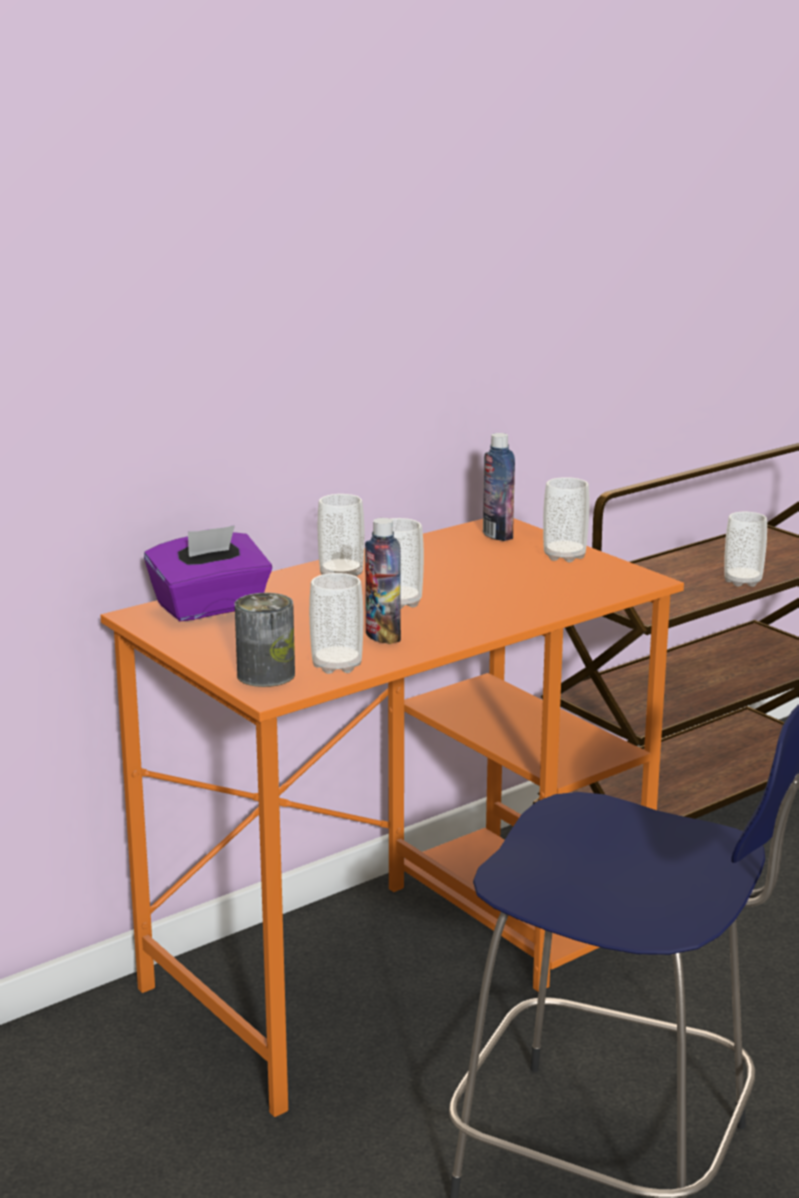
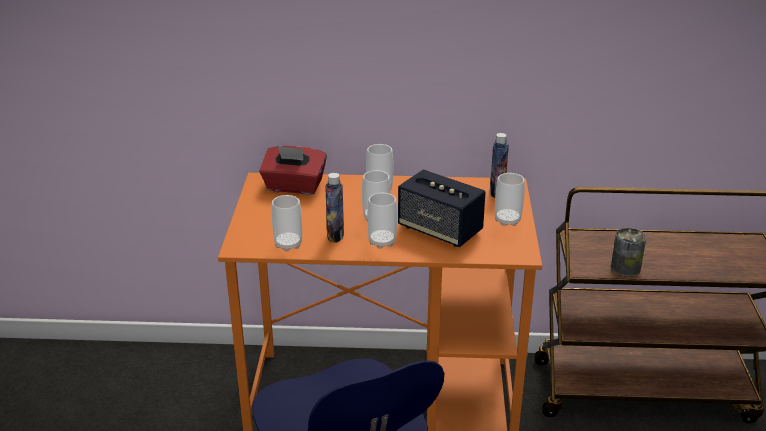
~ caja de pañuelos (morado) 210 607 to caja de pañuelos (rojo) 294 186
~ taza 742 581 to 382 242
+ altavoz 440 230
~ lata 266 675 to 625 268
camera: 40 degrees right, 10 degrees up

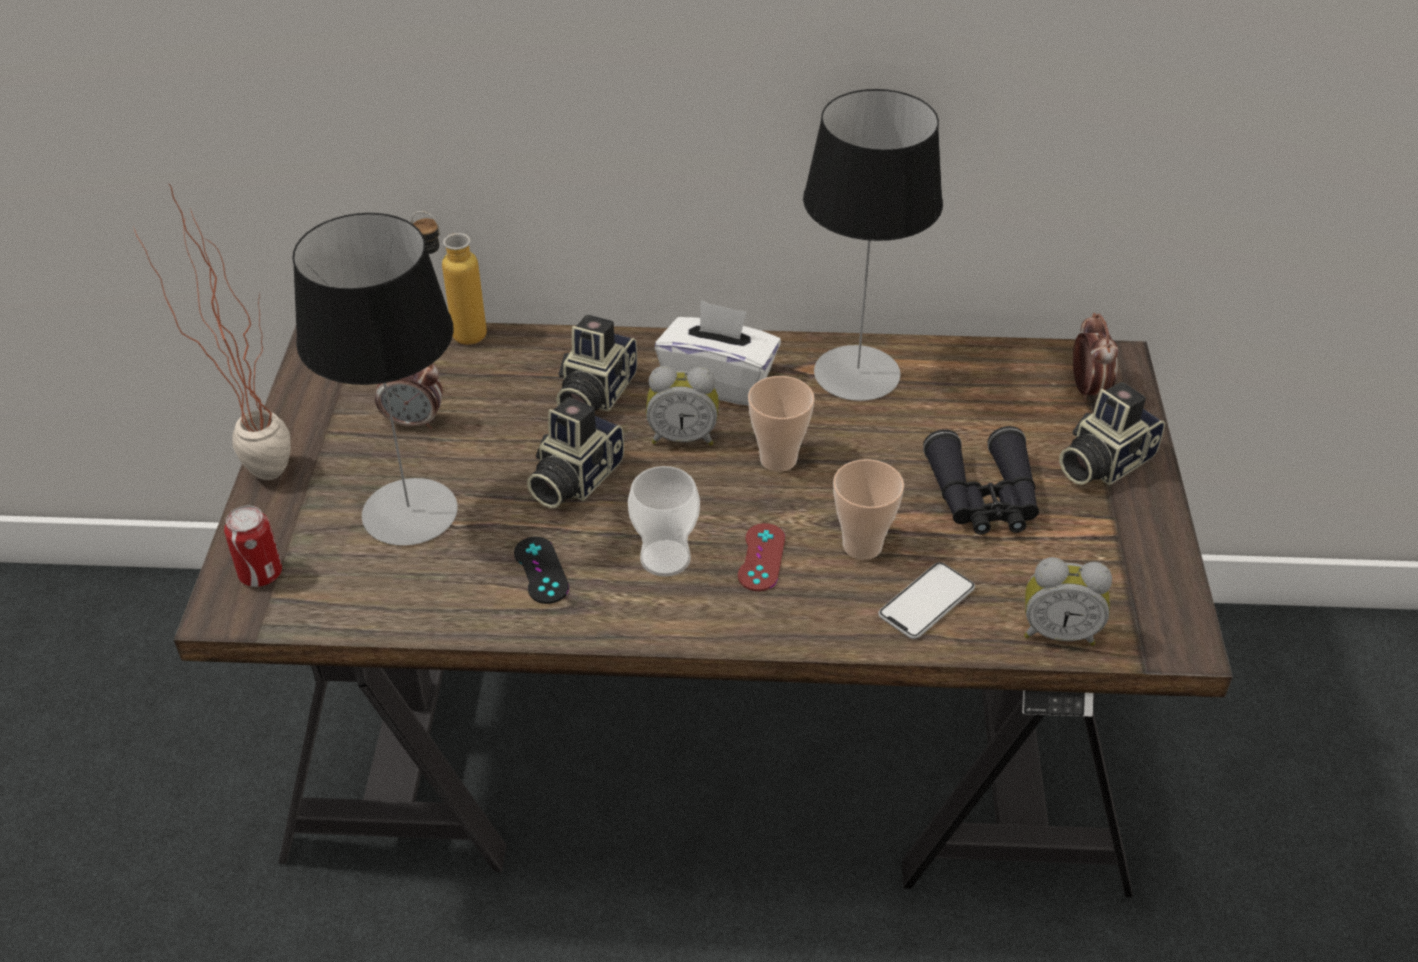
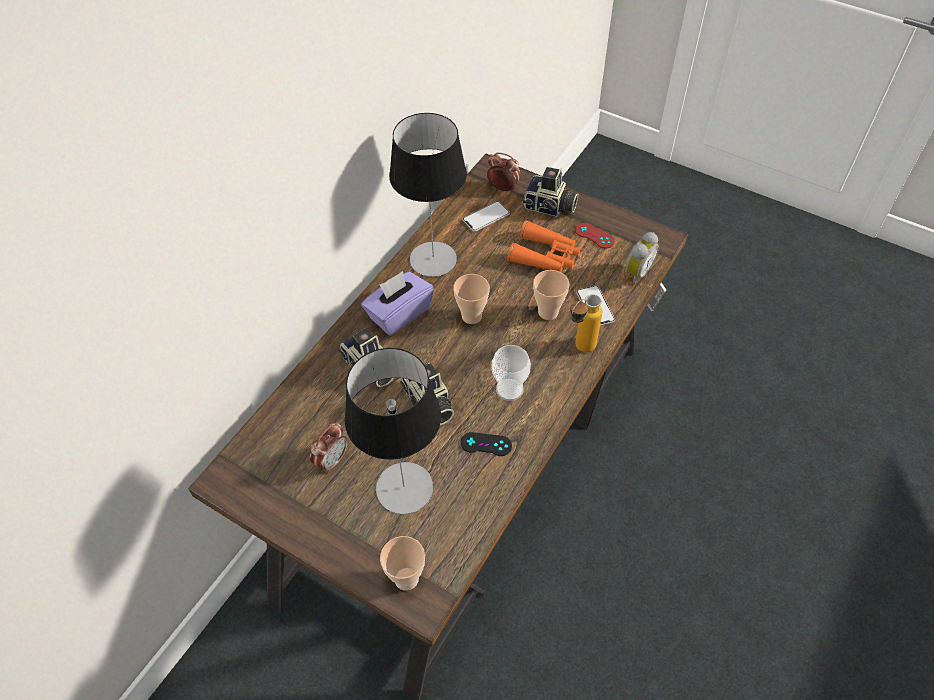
~ caja de pañuelos (blanco) 718 381 to caja de pañuelos (morado) 399 314
~ lata 260 574 to taza 406 578
+ móvil 486 217
~ prismáticos (negro) 983 498 to prismáticos (naranja) 545 256
~ cámara 1102 462 = 550 207 60 degrees counterclockwise
~ botella 456 332 to 579 349
~ mando de consola (rojo) 761 557 to 594 236
- planta en maceta 256 467
- despertador 683 436
camera: 60 degrees left, 10 degrees up

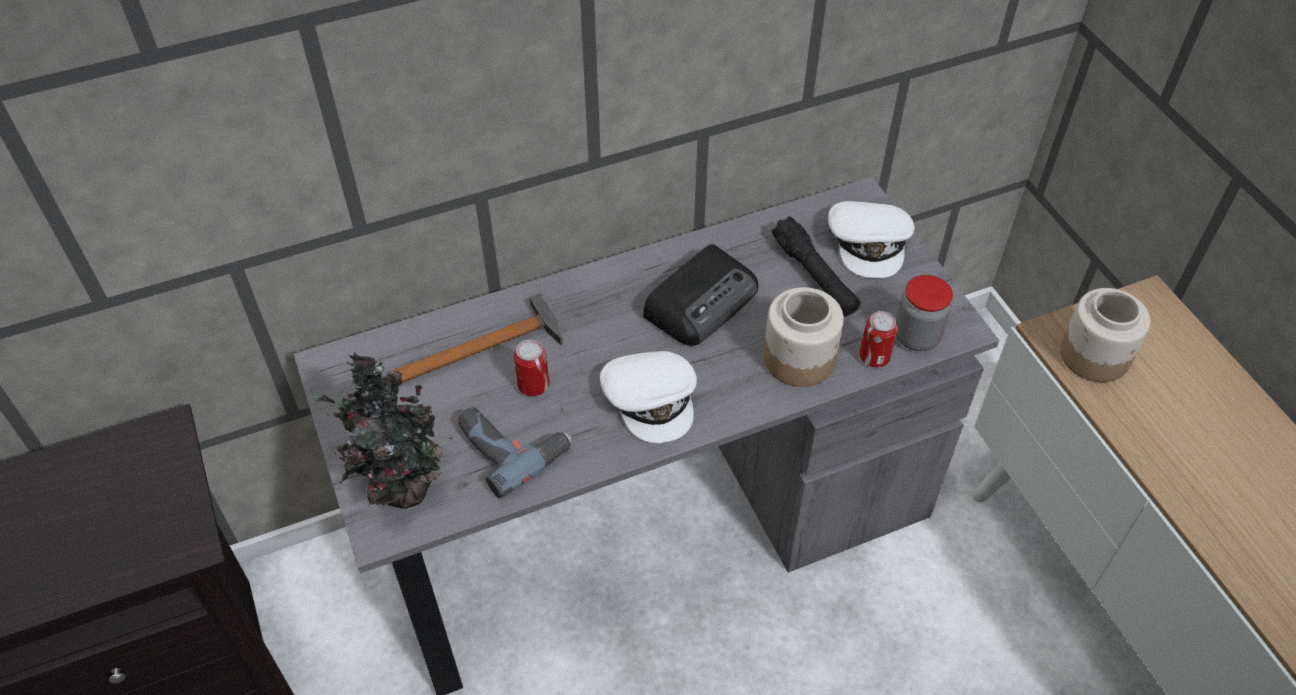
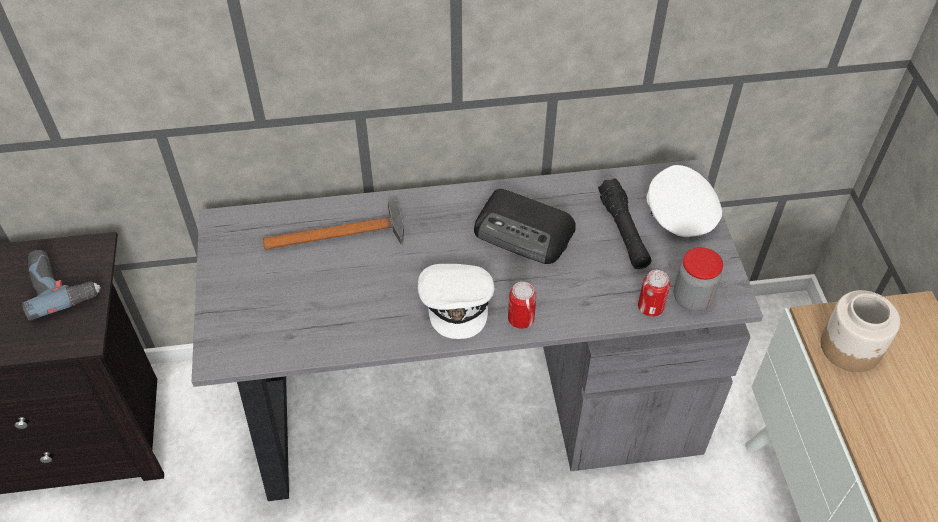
~ taladro 511 445 to 61 284
~ radio 702 301 = 525 233 60 degrees clockwise
~ lata 533 385 to 521 319
~ gorra (blanco) 869 242 = 678 213 150 degrees clockwise
- planta en maceta 400 489
- tarro 800 358
camera: 15 degrees right, 0 degrees up

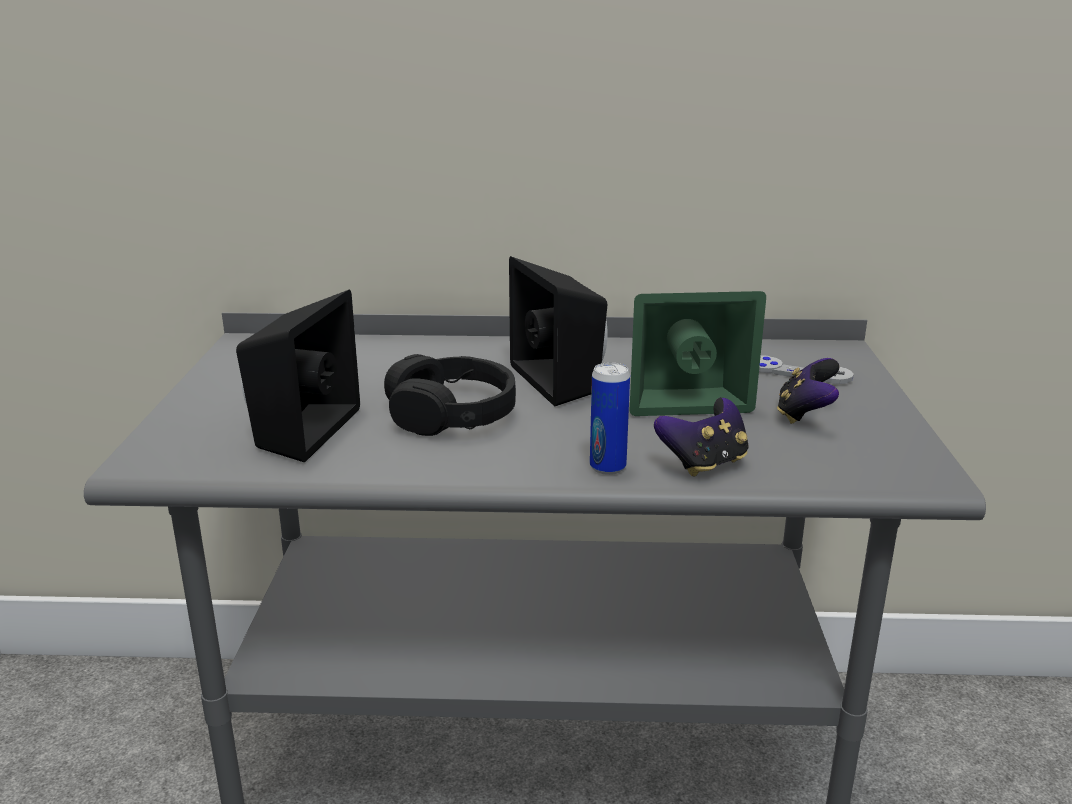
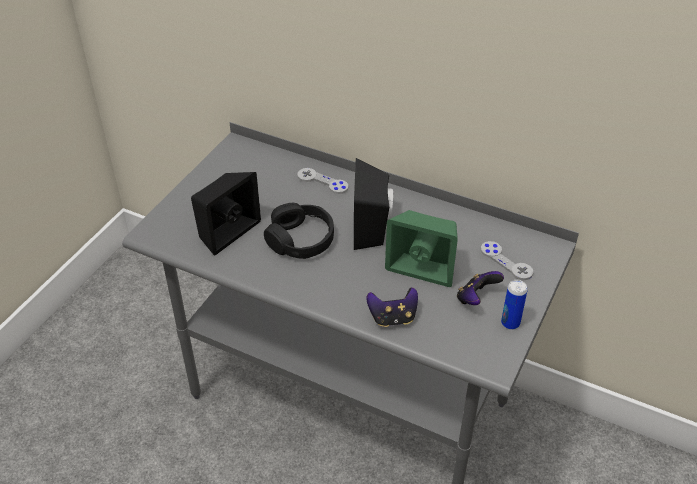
+ mando de consola (gris) 322 182
~ lata 607 467 to 510 323
camera: 25 degrees right, 20 degrees up

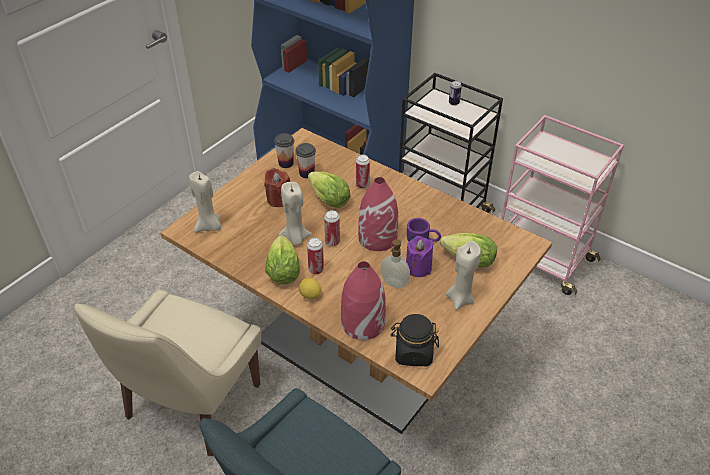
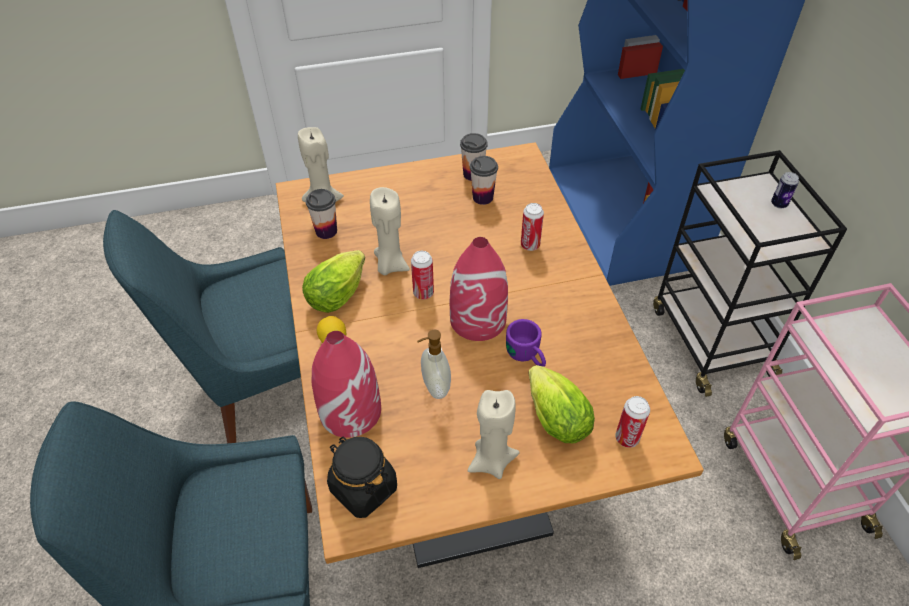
~ silla (beis) 190 405 to silla (azul) 260 385
+ taza 326 231
~ lata 316 269 to 627 438
- vela (rojo) 278 199
- lechuga 327 199
- vela (morado) 418 268
camera: 40 degrees right, 5 degrees up

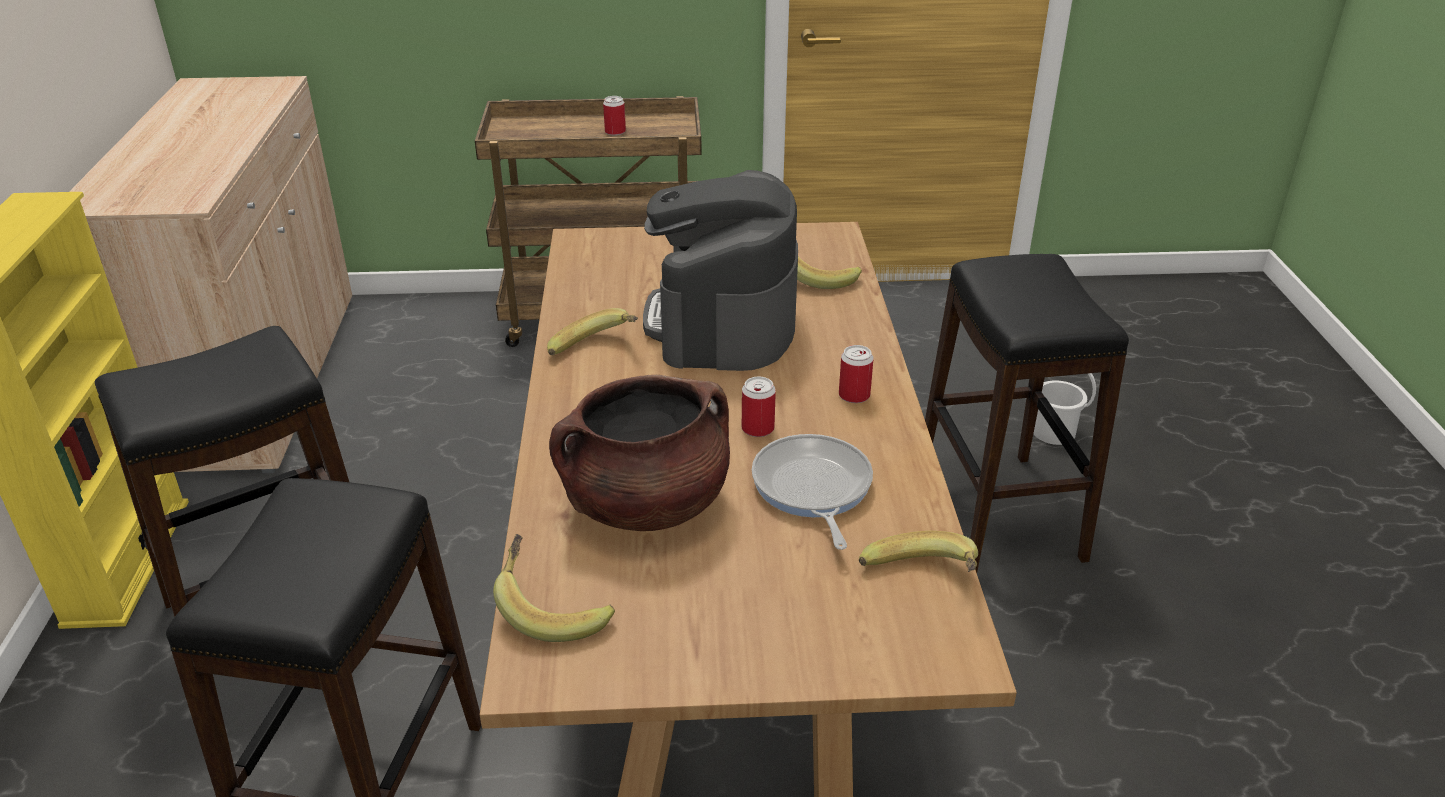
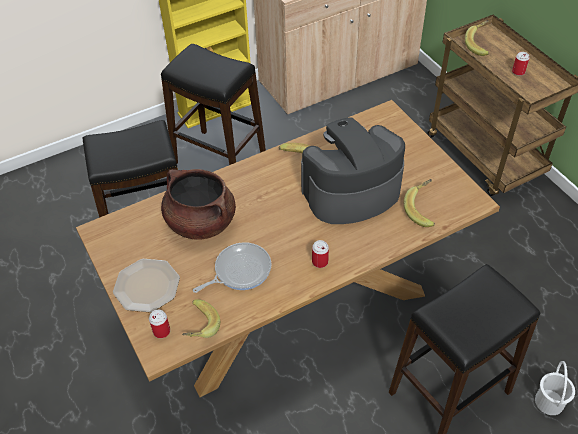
+ plato 147 285
~ lata 757 428 to 161 331
~ plátano 553 608 to 480 45
camera: 65 degrees right, 15 degrees up

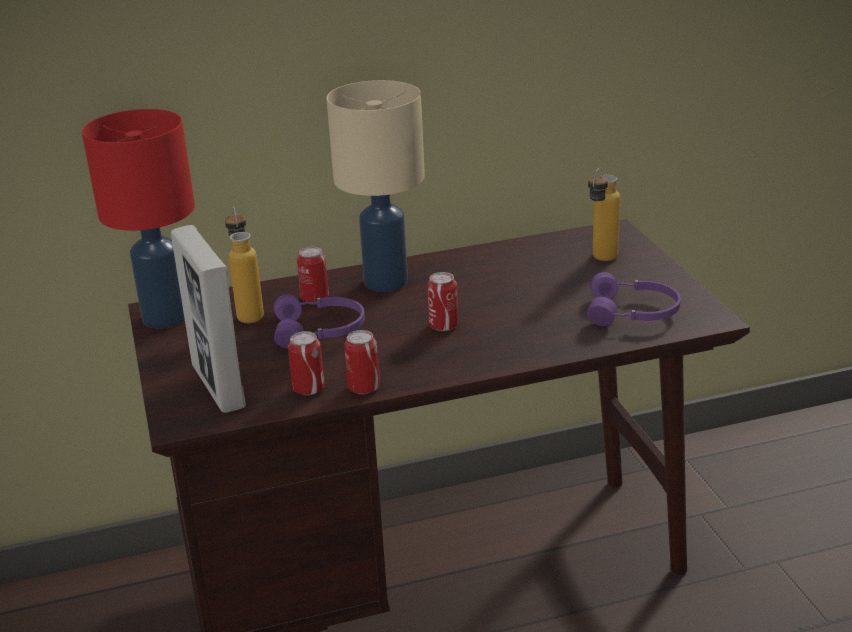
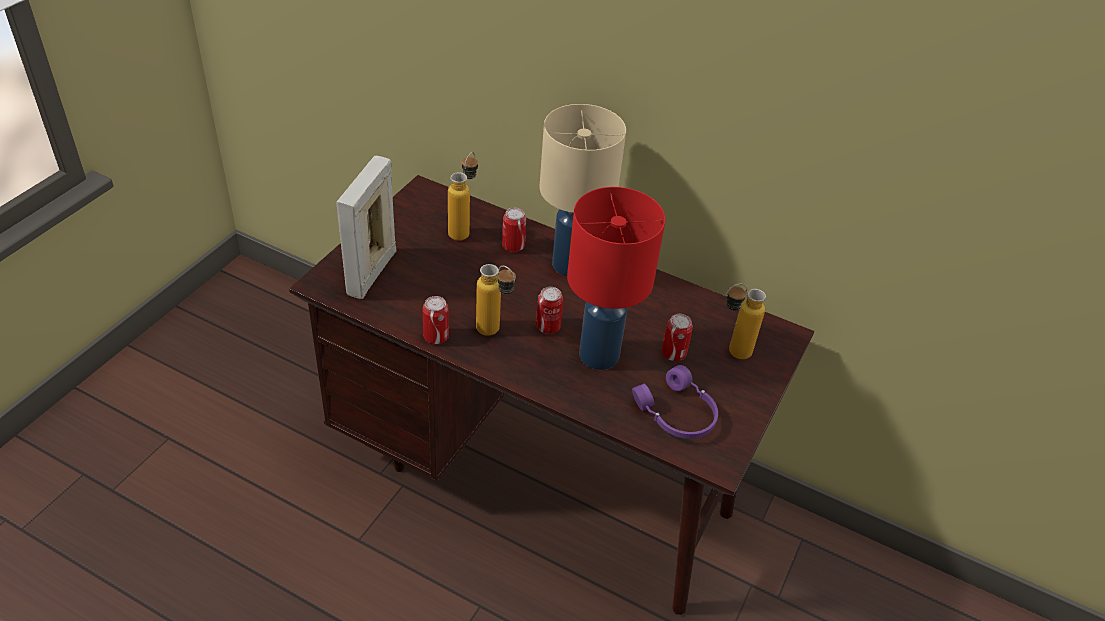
+ botella 495 333
~ lámpara de mesa (rojo) 165 316 to 600 354
~ lata 308 389 to 673 353
- auriculares (morado) 320 331
camera: 40 degrees right, 15 degrees up

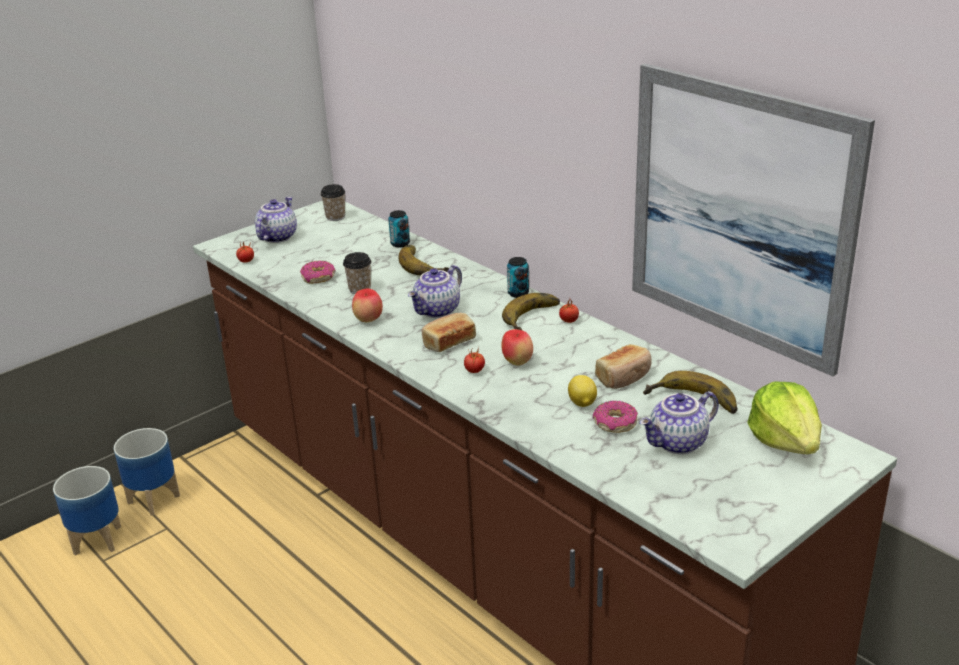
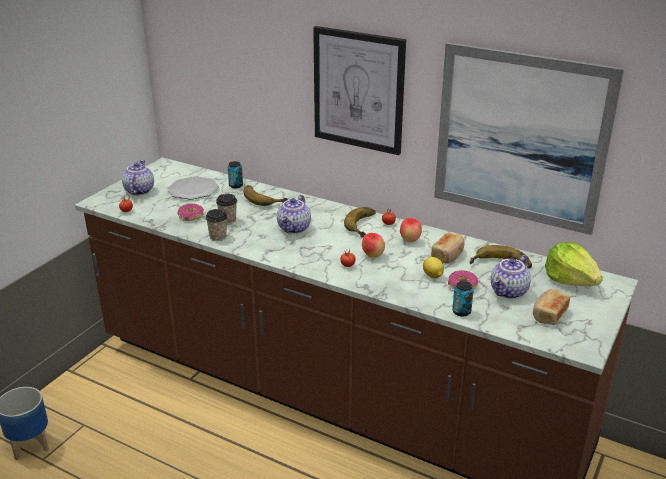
+ plato 193 189
~ taza 335 217 to 218 237
+ cuadro 358 90
~ manzana 368 320 to 410 241
~ lata 518 293 to 461 312
~ pan 448 342 to 548 314
- maceta 154 499
camera: 20 degrees left, 0 degrees up

